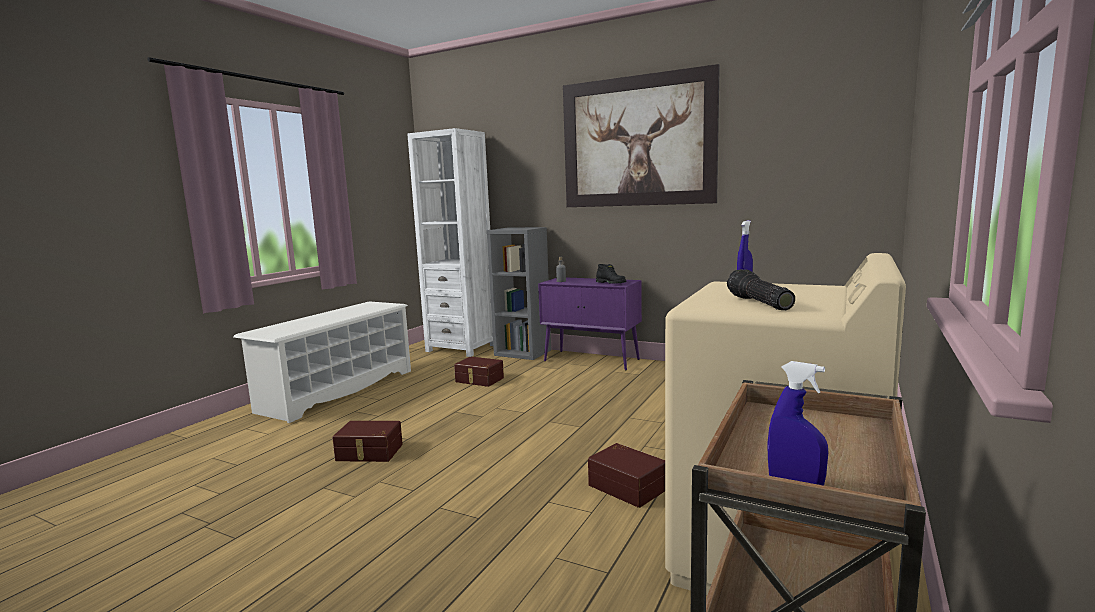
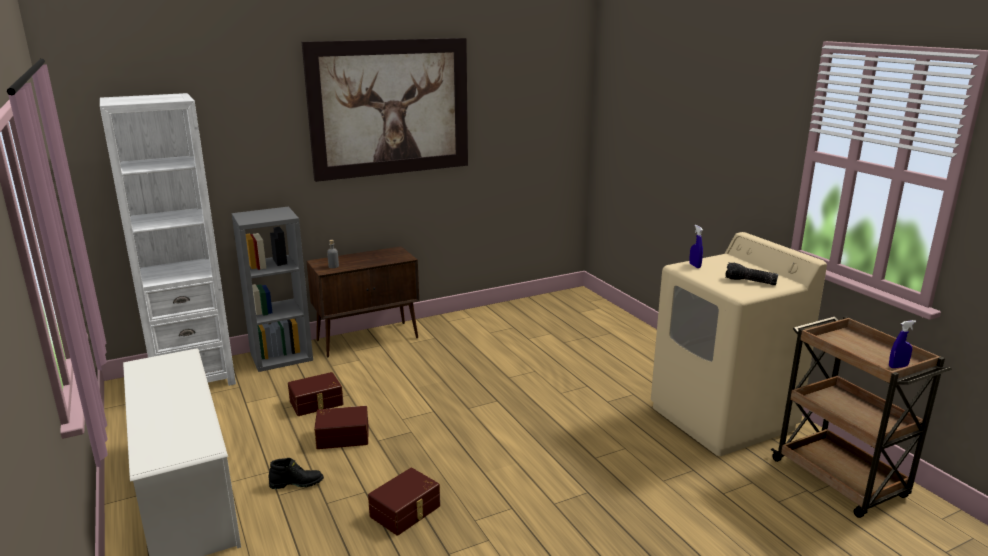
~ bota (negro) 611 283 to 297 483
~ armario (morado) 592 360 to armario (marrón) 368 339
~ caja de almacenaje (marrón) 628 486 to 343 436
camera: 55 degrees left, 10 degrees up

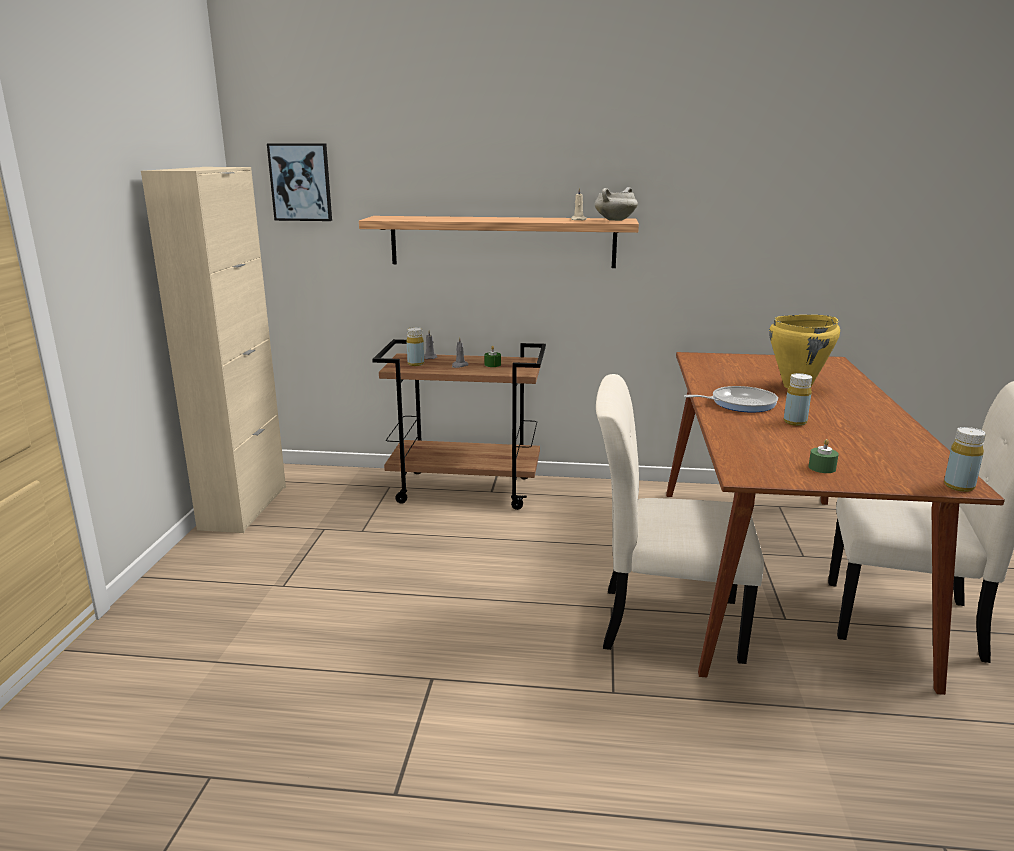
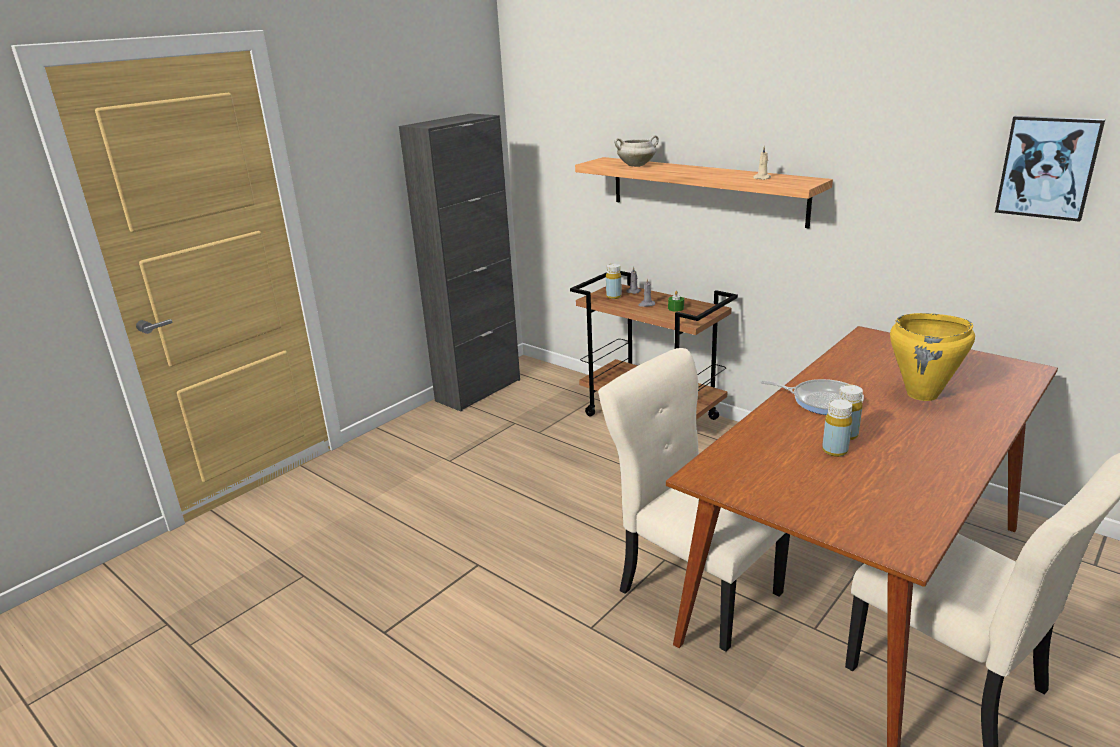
~ armario (beis) 244 507 to armario (negro) 478 390
~ olla (blanco) 615 220 to 636 165
~ botella (amarillo) 959 486 to 835 451
~ cuadro 301 182 to 1048 167
- vela (verde) 822 468
camera: 35 degrees right, 5 degrees up

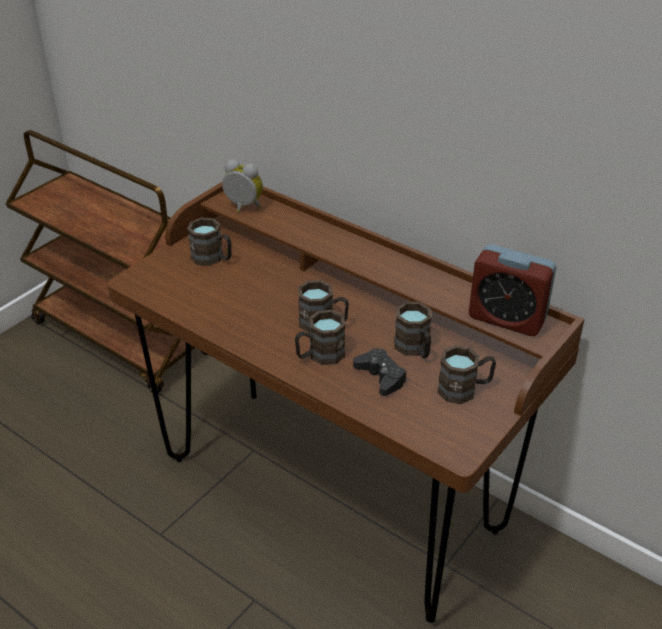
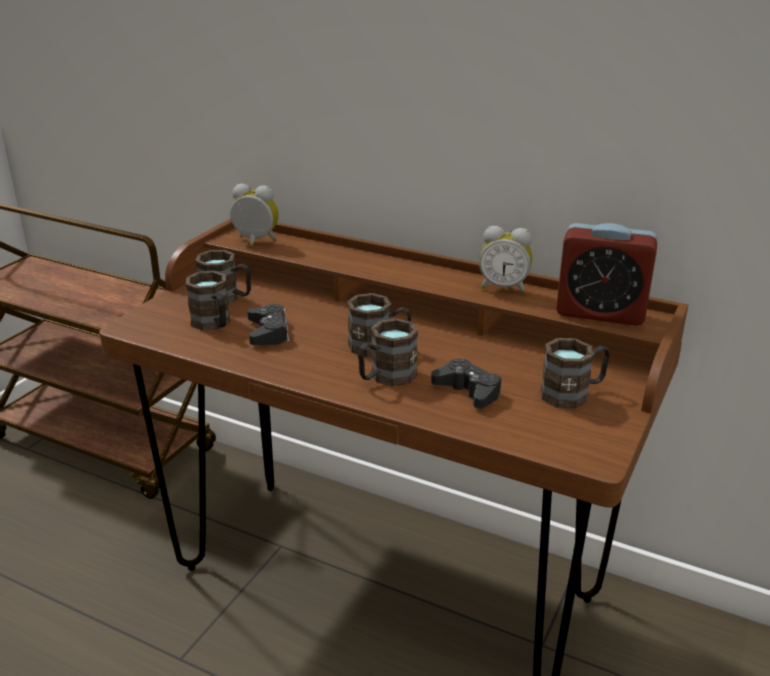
~ taza grande (marrón) 415 349 to 214 324
+ mando de consola (negro) 268 332
+ despertador 503 287
camera: 10 degrees left, 10 degrees down

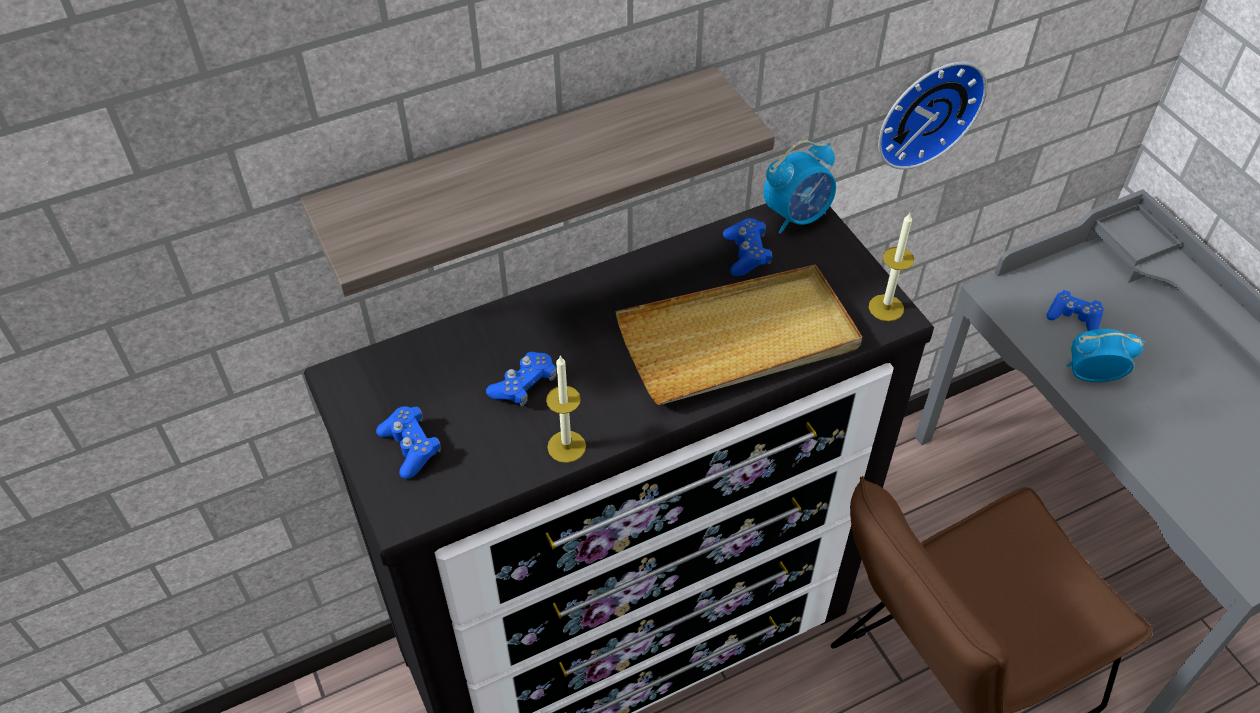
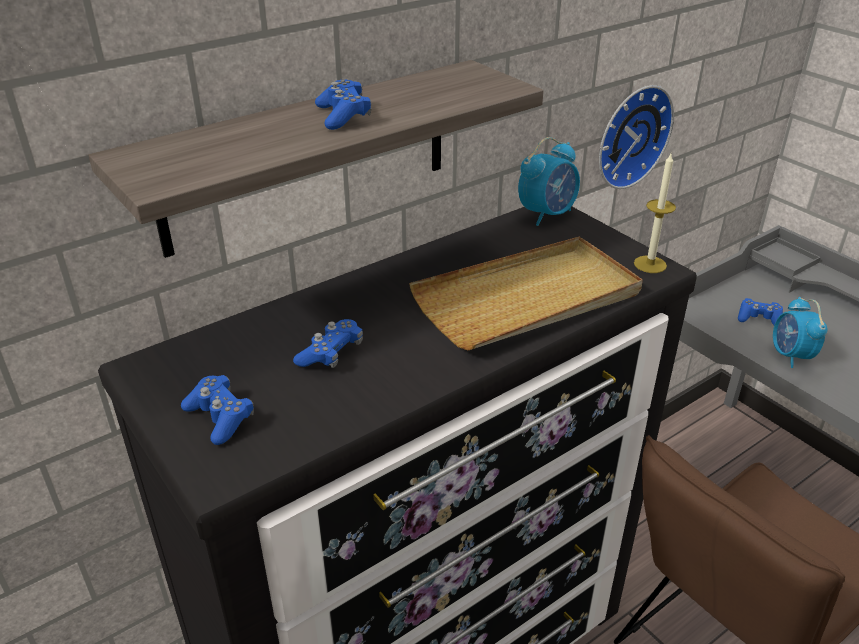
~ mando de consola (azul) 746 254 to 343 116
~ despertador 1091 375 = 790 355 90 degrees counterclockwise
- vela 566 446
camera: 10 degrees left, 15 degrees down

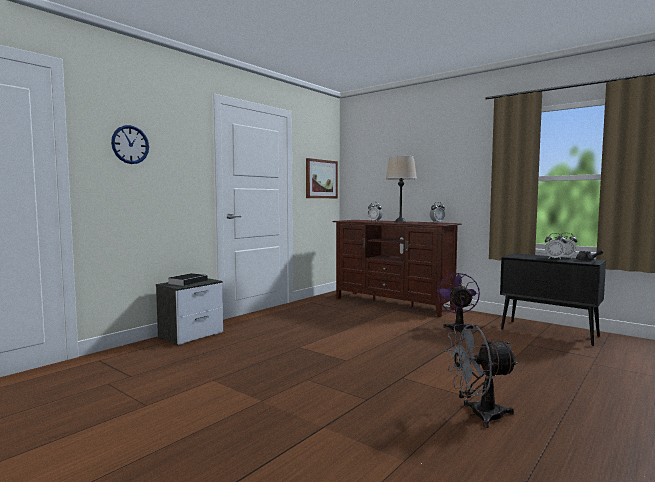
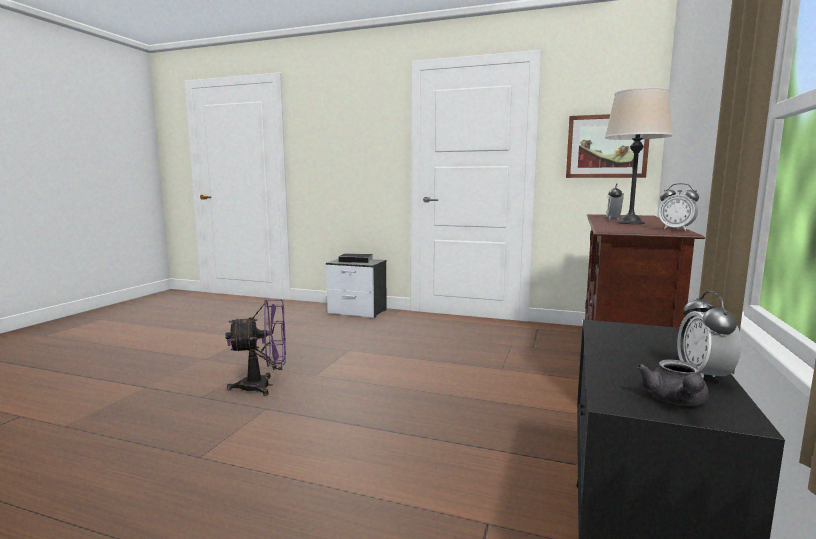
~ ventilador (morado) 458 328 to 263 386
- reloj de pared 130 144
- ventilador (gris) 478 415
- despertador 554 258
camera: 70 degrees right, 5 degrees up

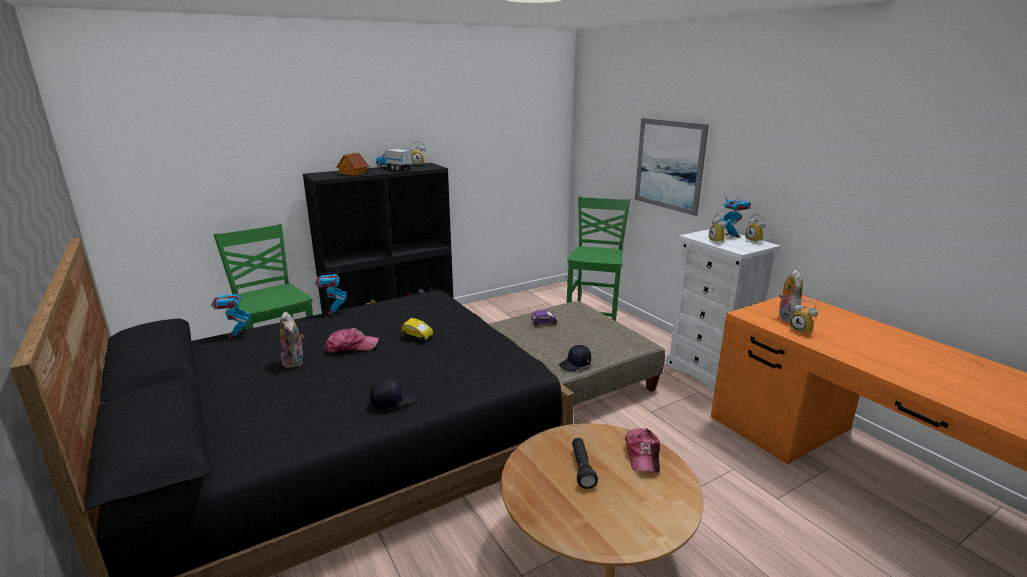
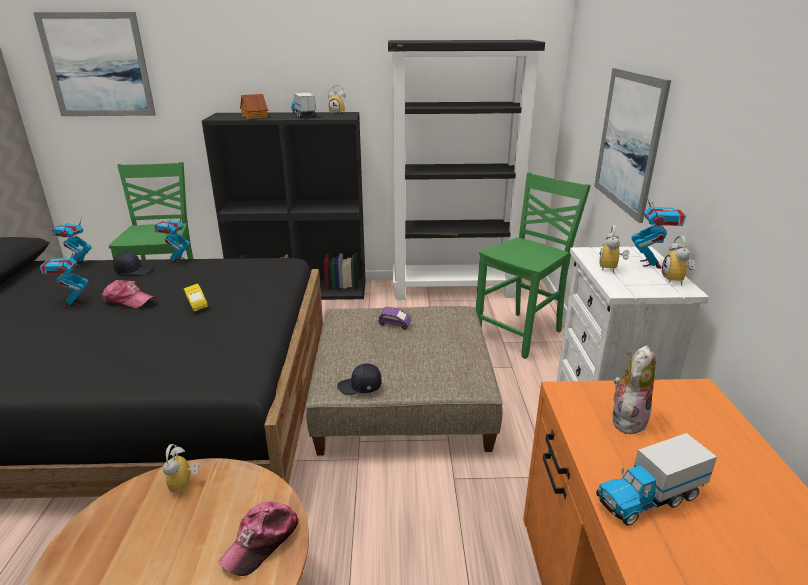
+ cuadro 97 65
~ peluche 295 362 to robot de juguete 72 302
~ gorra (negro) 392 401 to 134 270
~ despertador 802 330 to 185 485
+ estantería (negro) 454 289
+ camión de juguete 648 498
- linterna (negro) 582 468
camera: 30 degrees right, 5 degrees up

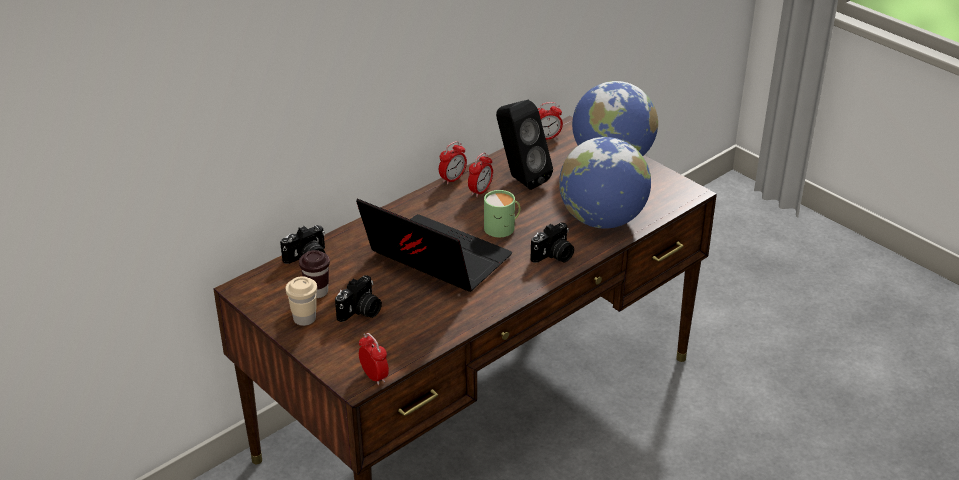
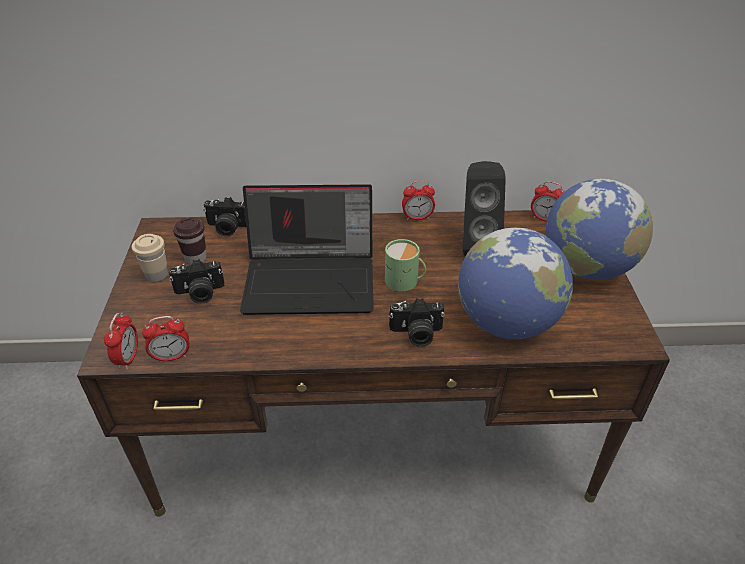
~ despertador 480 191 to 171 357
~ portátil 434 260 = 312 279 105 degrees clockwise
camera: 40 degrees right, 5 degrees up

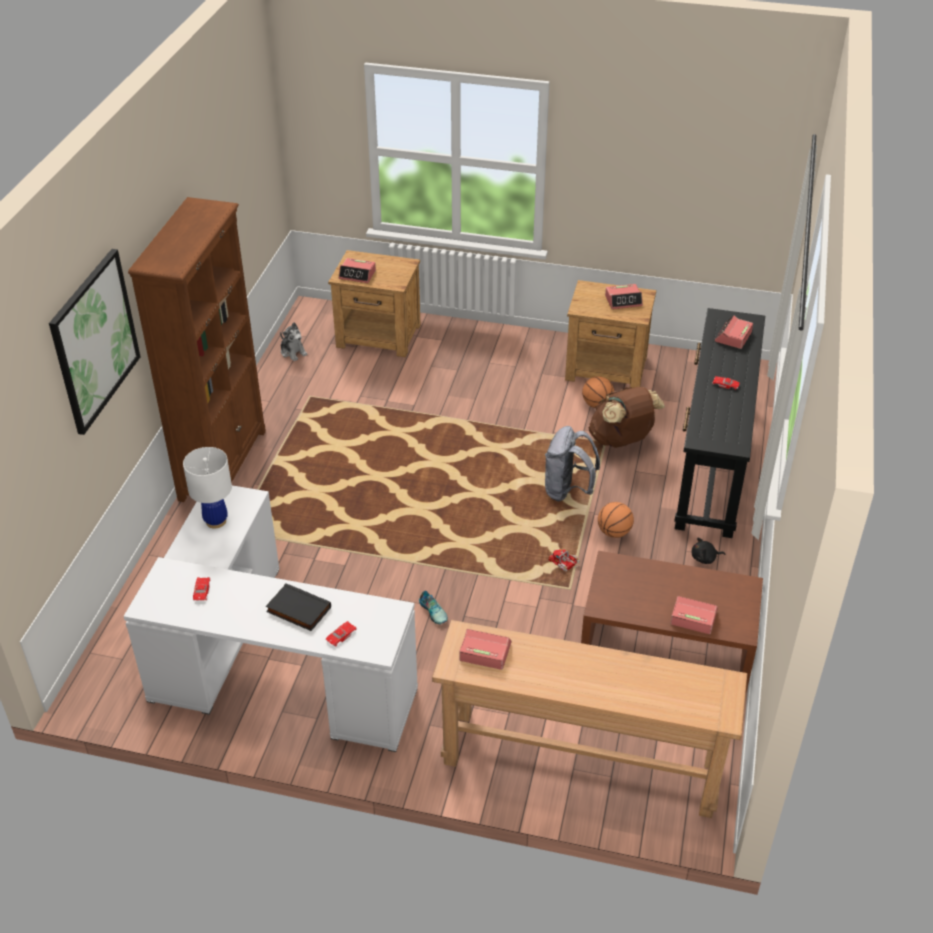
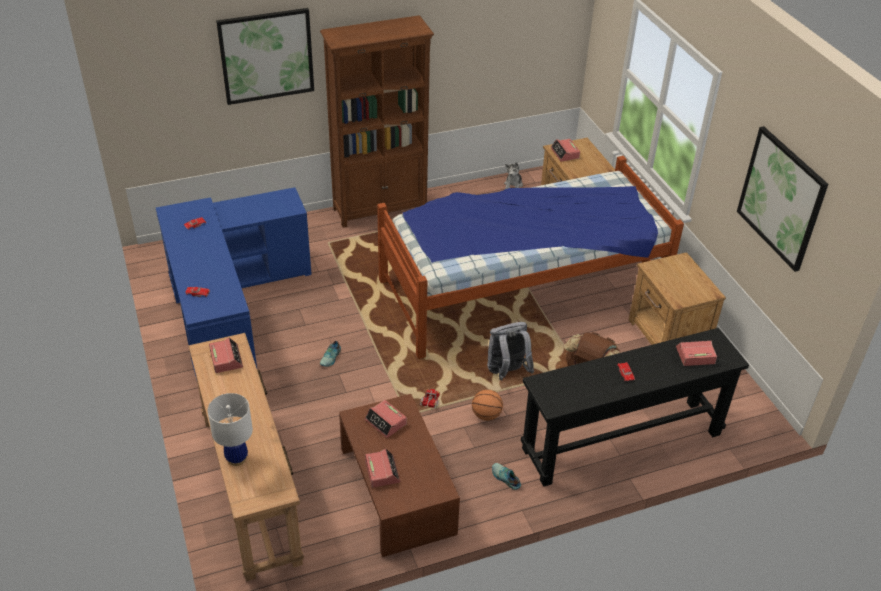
~ escritorio (blanco) 266 667 to escritorio (azul) 228 307
~ lámpara de mesa (blanco) 215 521 to 236 458
~ despertador 623 301 to 386 422
+ cama 521 288
~ peluche (negro) 705 558 to zapato 505 478
+ cuadro 781 198
- libro (negro) 297 610
- balón de baloncesto 597 404
camera: 55 degrees right, 0 degrees up

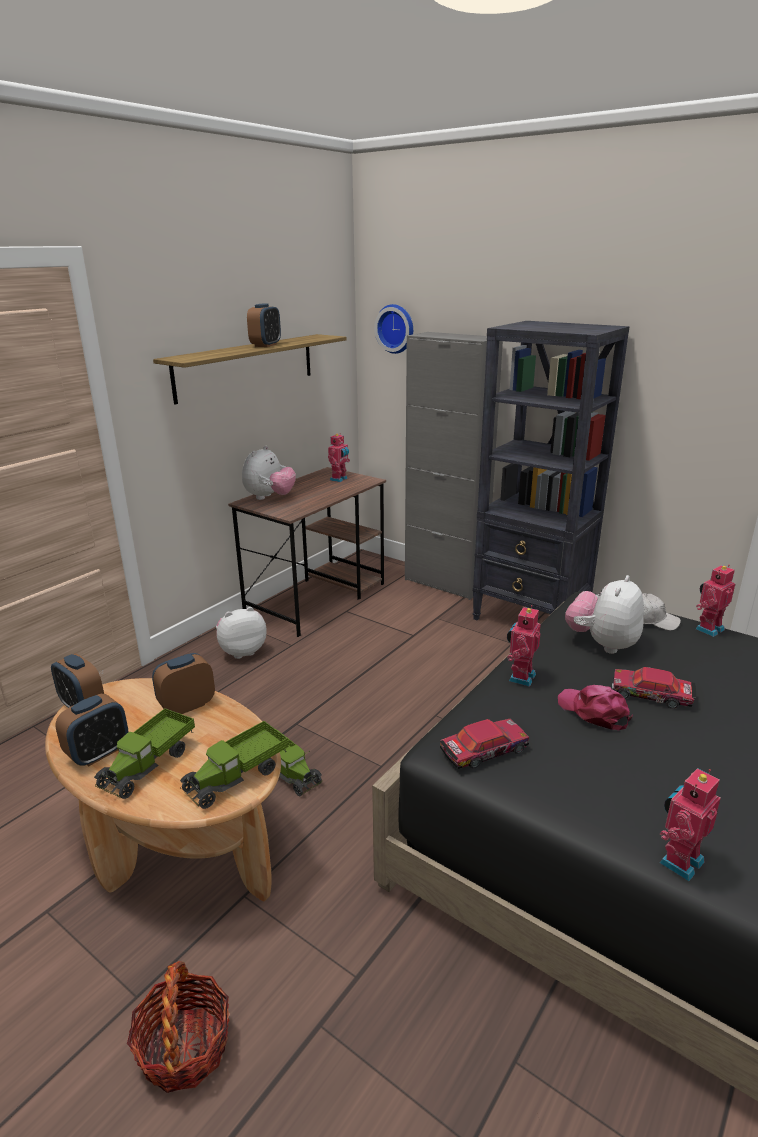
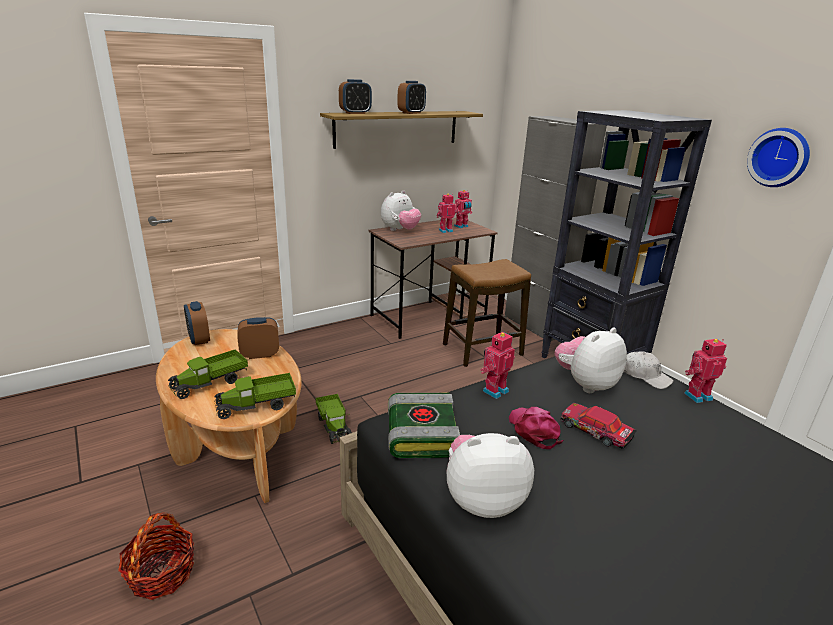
~ despertador 98 753 to 355 113
~ coche de juguete 483 751 to libro 420 432
~ robot de juguete 678 860 to 445 230
+ taburete 482 350
~ peluche 242 651 to 483 500
~ reloj de pared 396 328 to 779 157
camera: 20 degrees right, 0 degrees up

